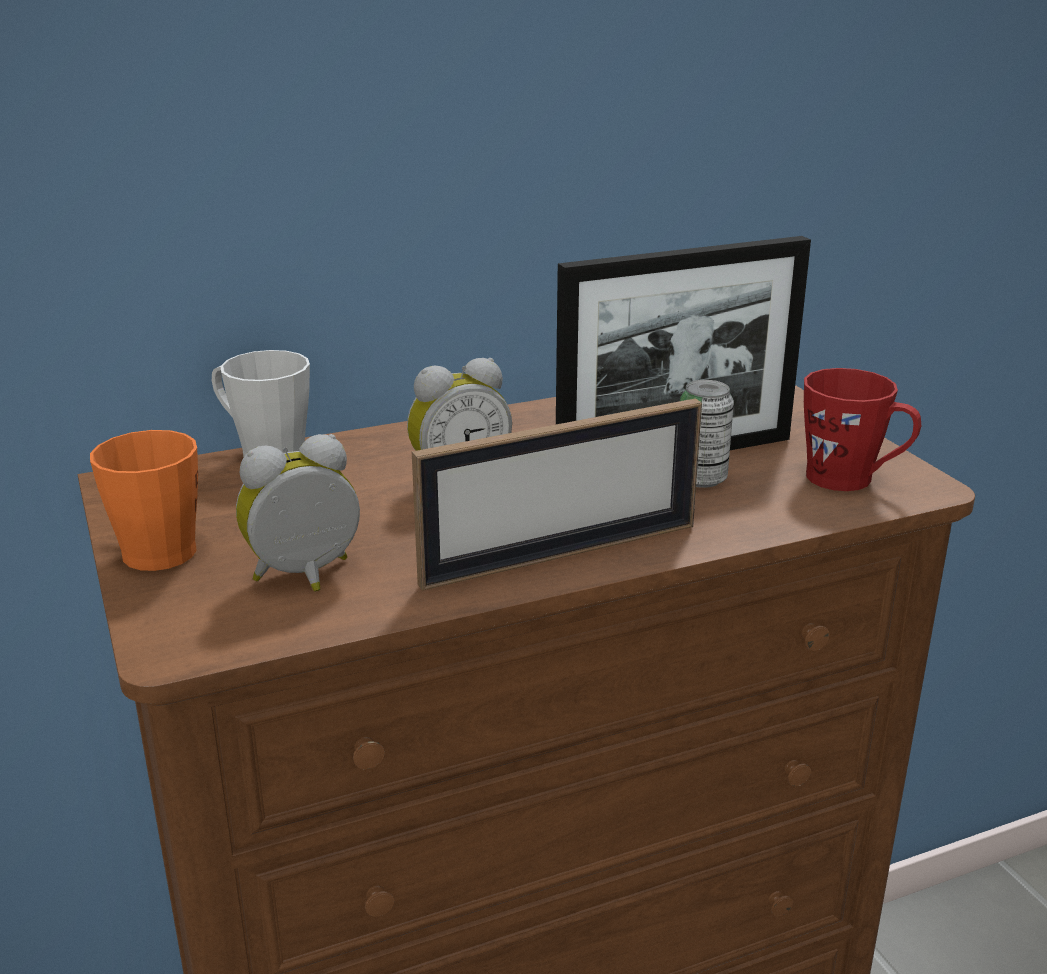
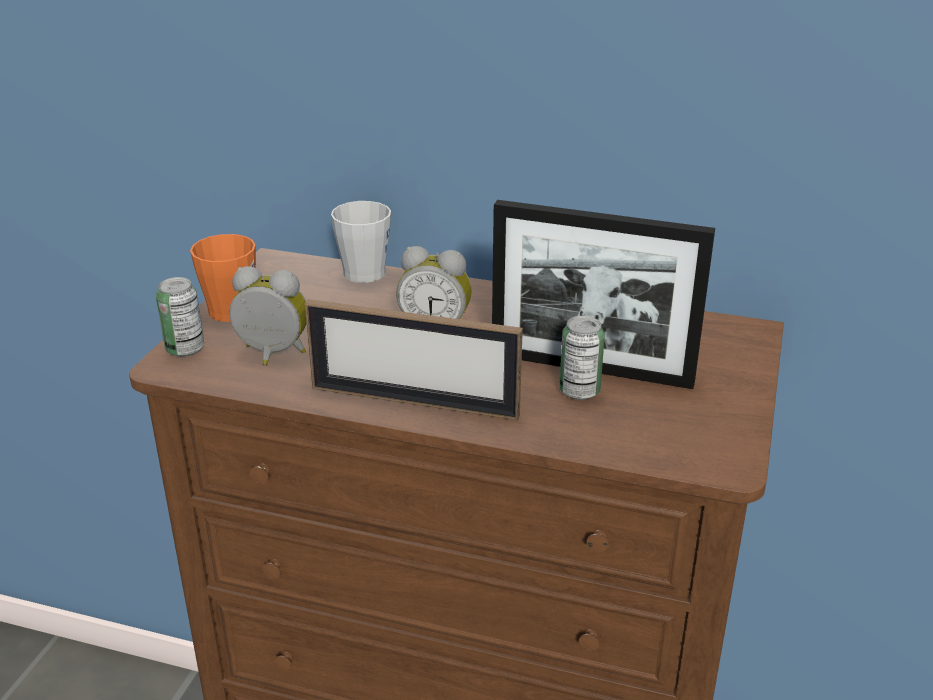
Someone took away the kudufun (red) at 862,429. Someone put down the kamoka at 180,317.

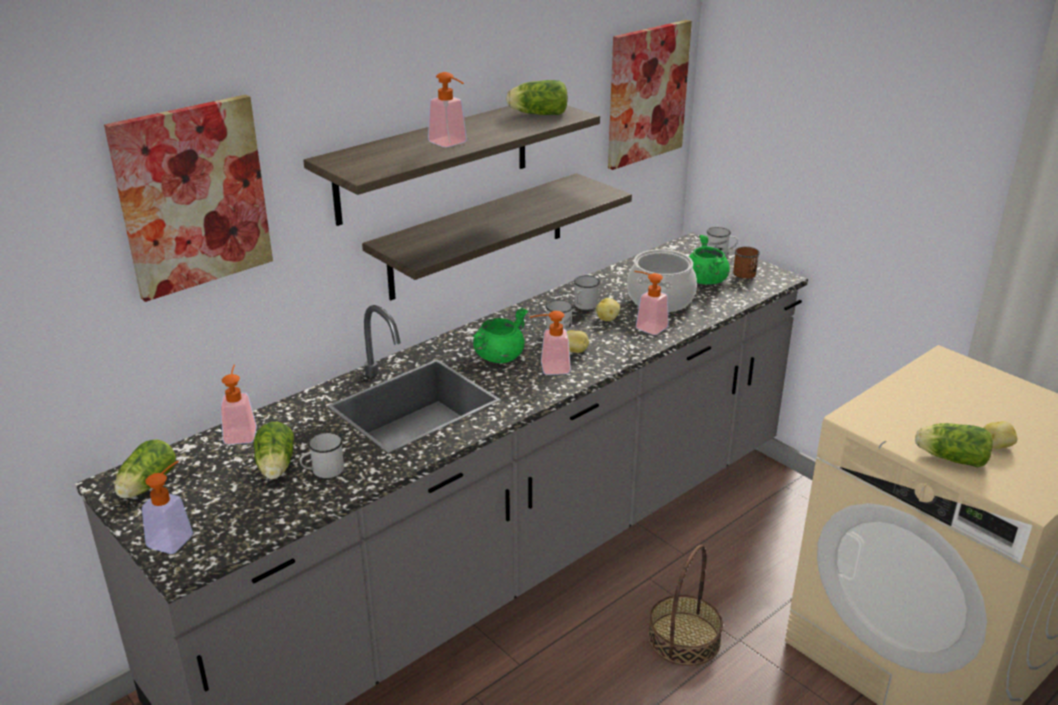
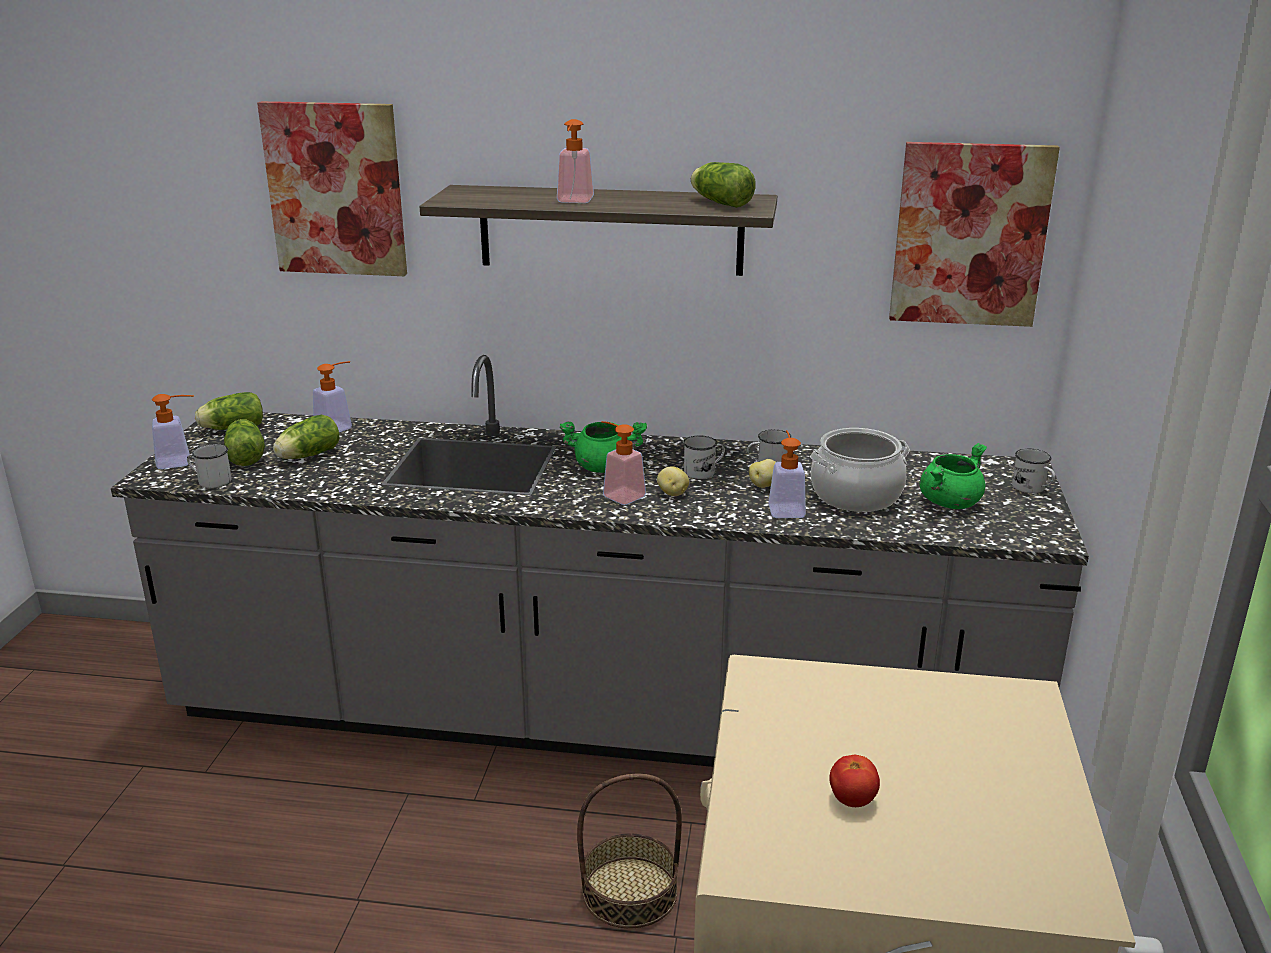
Someone took away the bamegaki at 497,236. Someone took away the kudufun (brown) at 746,262. Someone swapped the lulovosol at 1001,435 for the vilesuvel at 854,781. Someone carried the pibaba from 954,445 to 244,442. Someone carried the kudufun (white) from 322,455 to 209,466.

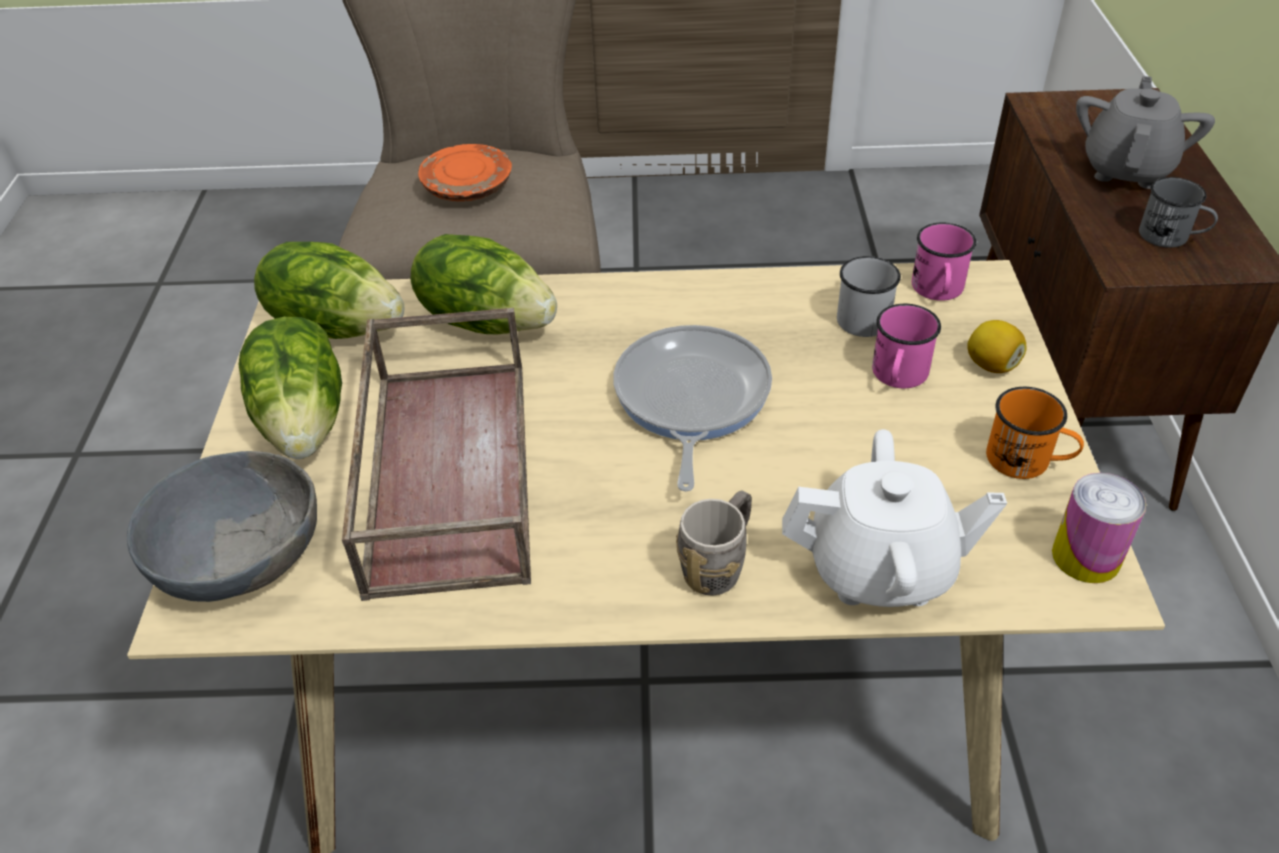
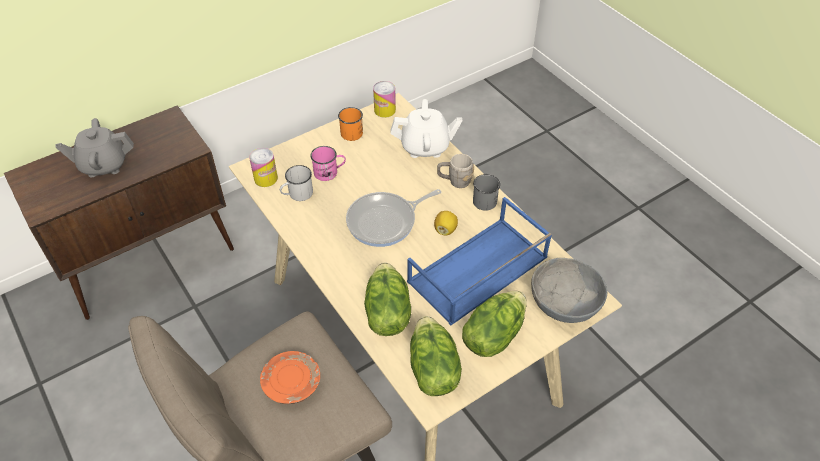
Someone carried the kudufun (grey) from 1178,212 to 486,192. Someone swapped the kudufun (pink) at 944,261 for the kamoka at 263,167. Someone repainted the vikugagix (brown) at 436,454, which became the vikugagix (blue) at 479,261. Someone carried the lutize from 996,346 to 446,223. Someone rotated the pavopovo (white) at 894,518 by 120 degrees clockwise.

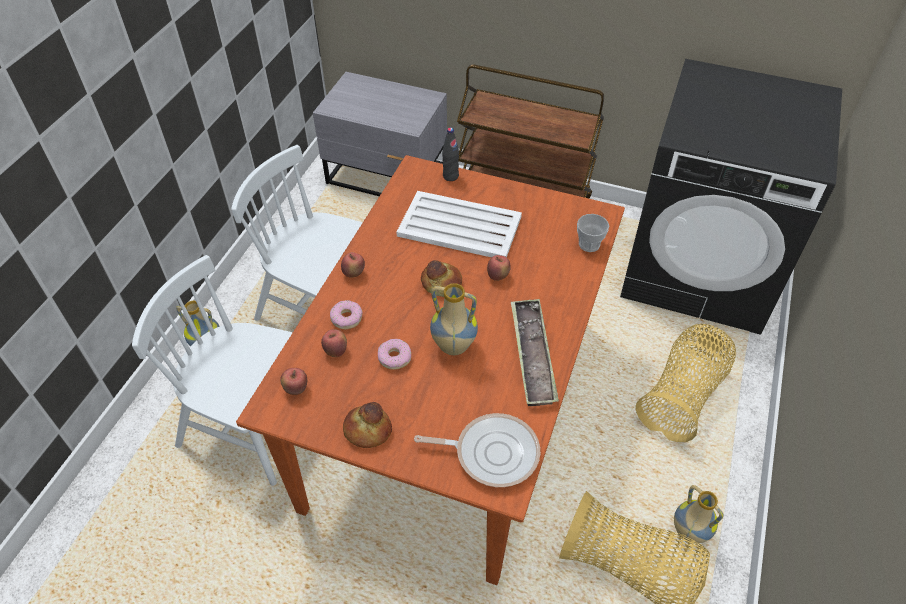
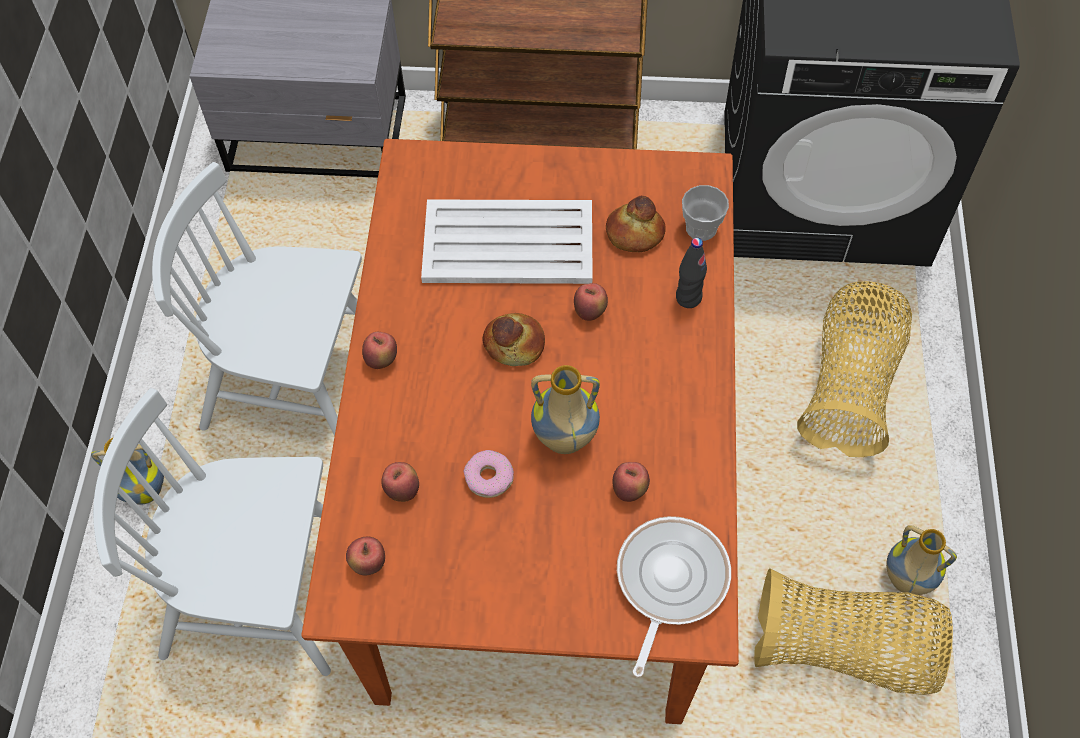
Someone carried the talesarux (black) from 450,154 to 691,273. Someone took away the vikugagix at 535,352. Someone took away the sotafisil at 346,315. Someone carried the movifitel from 367,425 to 636,224. Someone rotated the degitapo at 477,450 by 60 degrees counterclockwise. Someone put down the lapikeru at 631,482.

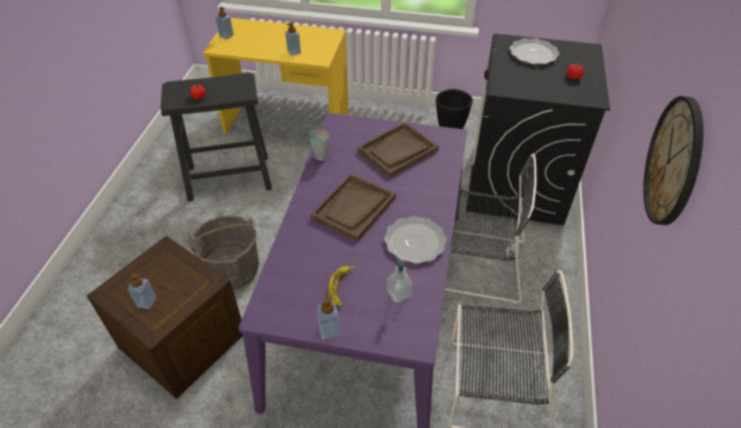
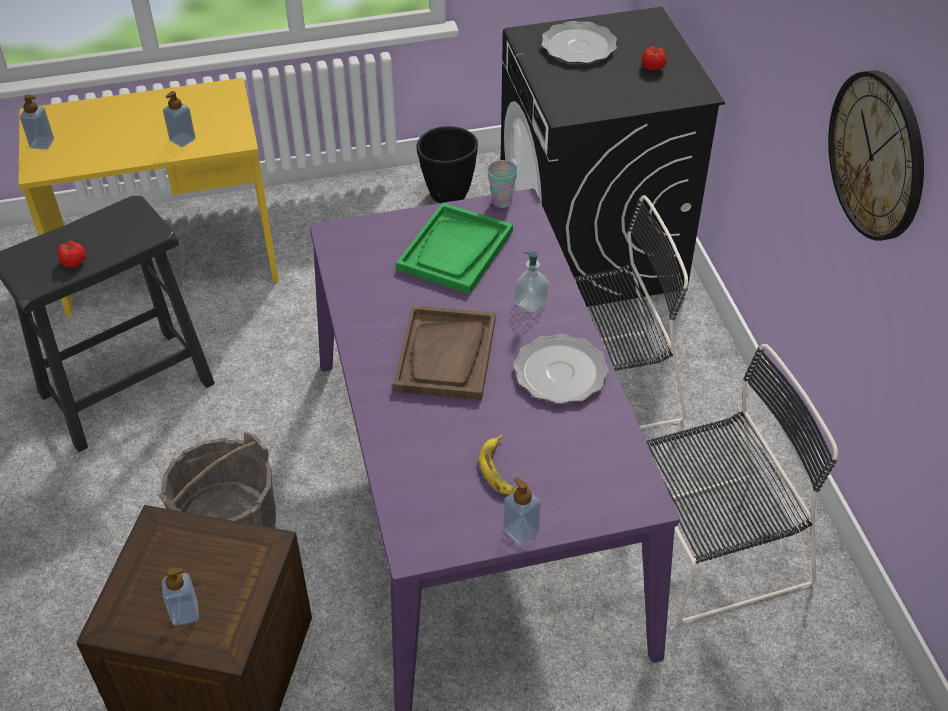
Someone repainted the vikugagix (brown) at 398,150, which became the vikugagix (green) at 454,248. Someone carried the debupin from 319,145 to 502,184. Someone carried the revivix from 400,280 to 531,282.

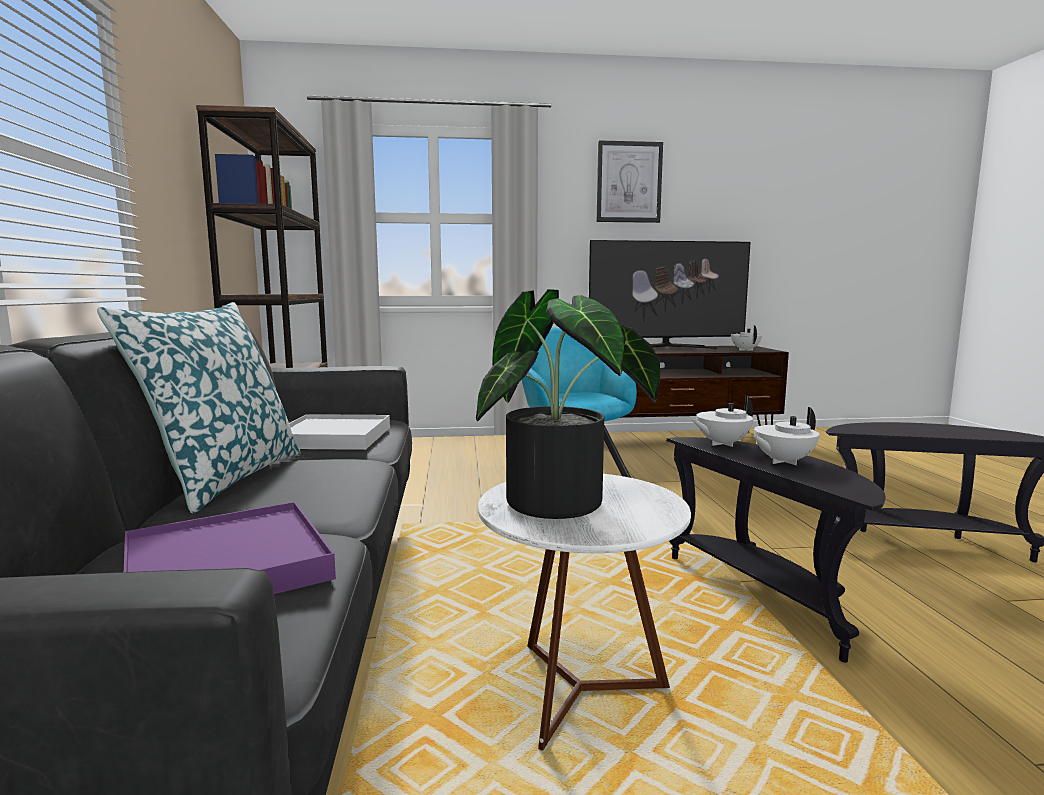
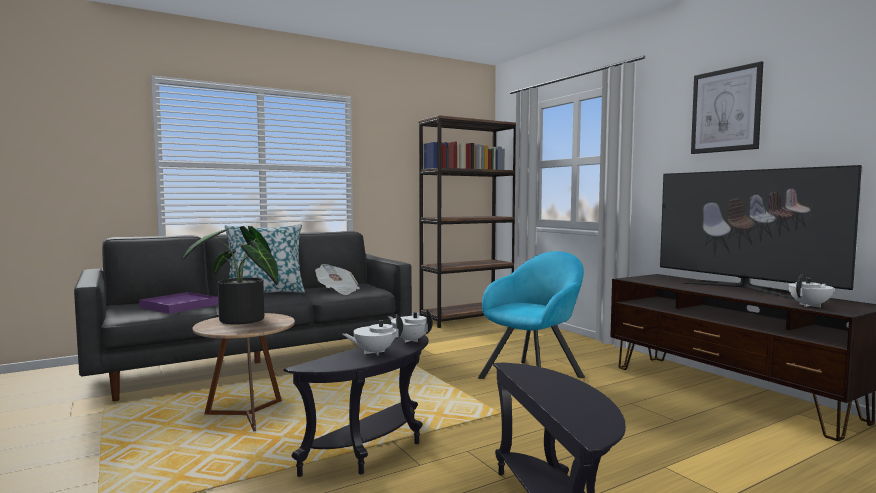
Someone rotated the pavopovo (white) at 786,436 by 60 degrees counterclockwise. Someone swapped the vikugagix (white) at 339,432 for the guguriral at 337,279. Someone repainted the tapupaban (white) at 584,612, which became the tapupaban (brown) at 243,372.

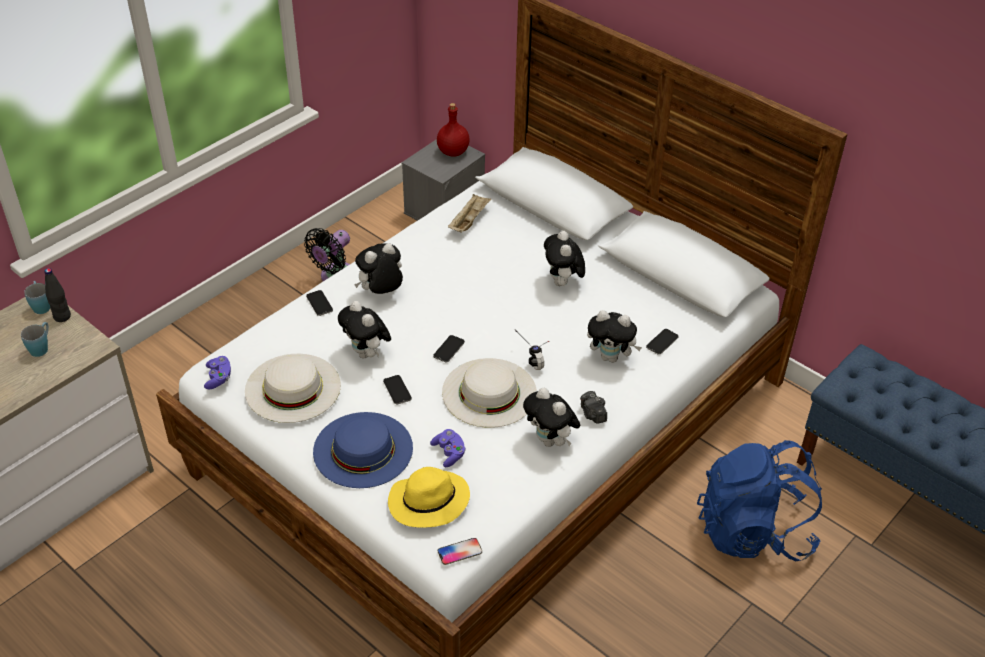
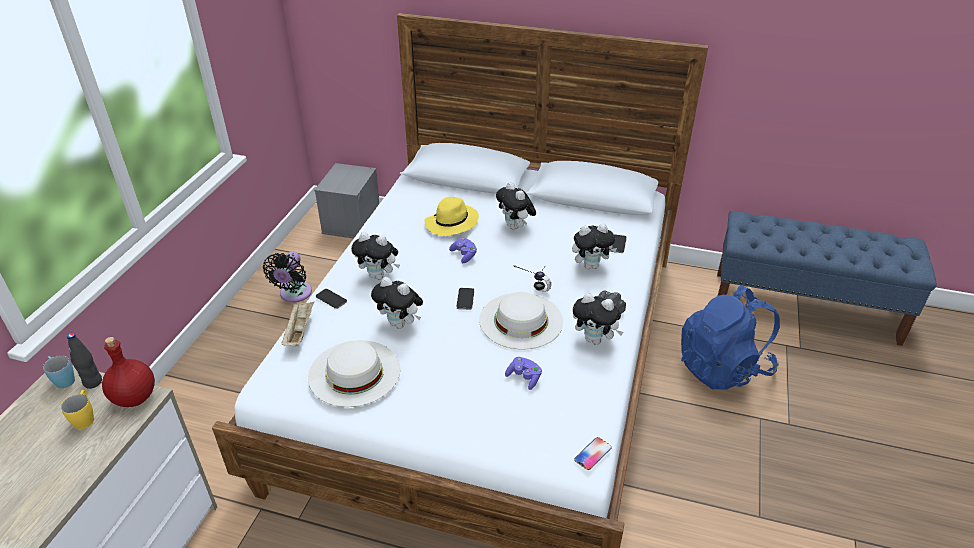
Someone carried the talesarux (red) from 453,130 to 128,372. Someone carried the vikugagix (beige) from 470,213 to 297,324. Someone rotated the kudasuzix at 378,268 by 105 degrees counterclockwise. Someone repainted the kudufun (blue) at 35,339, which became the kudufun (yellow) at 77,409. Someone carried the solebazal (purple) from 217,372 to 463,250. Someone took away the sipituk at 397,389. Someone took away the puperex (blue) at 363,450. Someone carried the puperex (yellow) from 429,497 to 451,216.

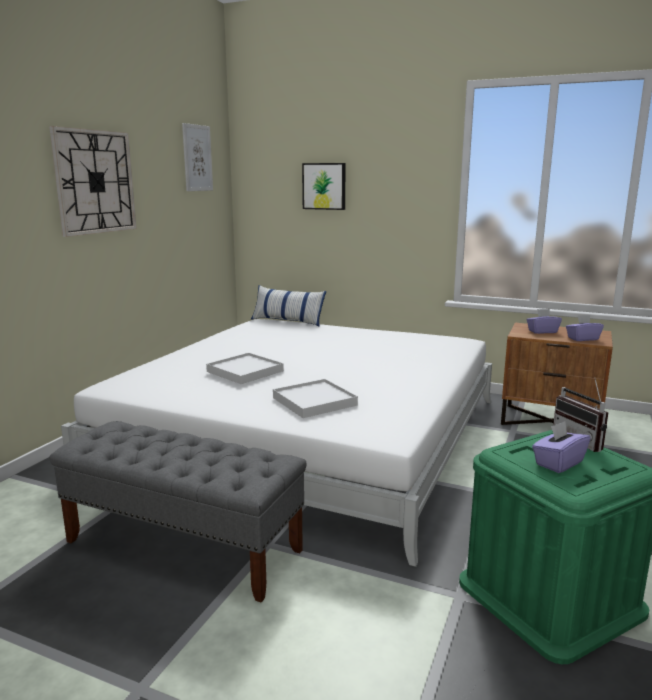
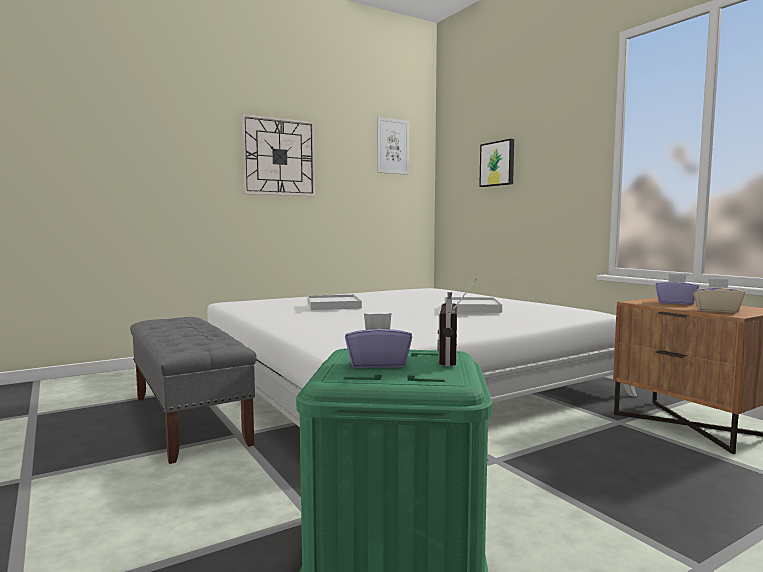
Someone took away the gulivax at 288,305. Someone repainted the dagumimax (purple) at 585,328, which became the dagumimax (beige) at 719,296. Someone carried the vikugagix (white) from 315,398 to 473,305.

